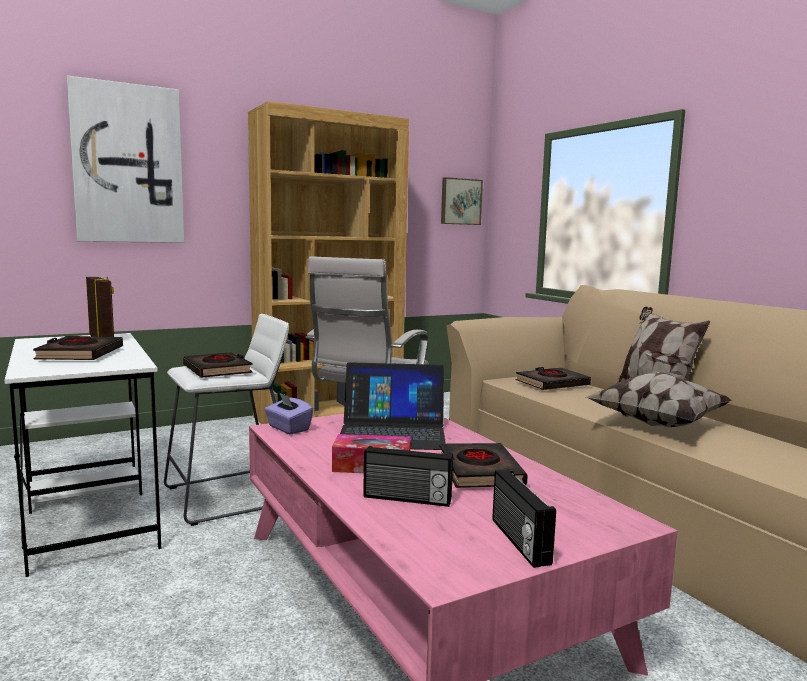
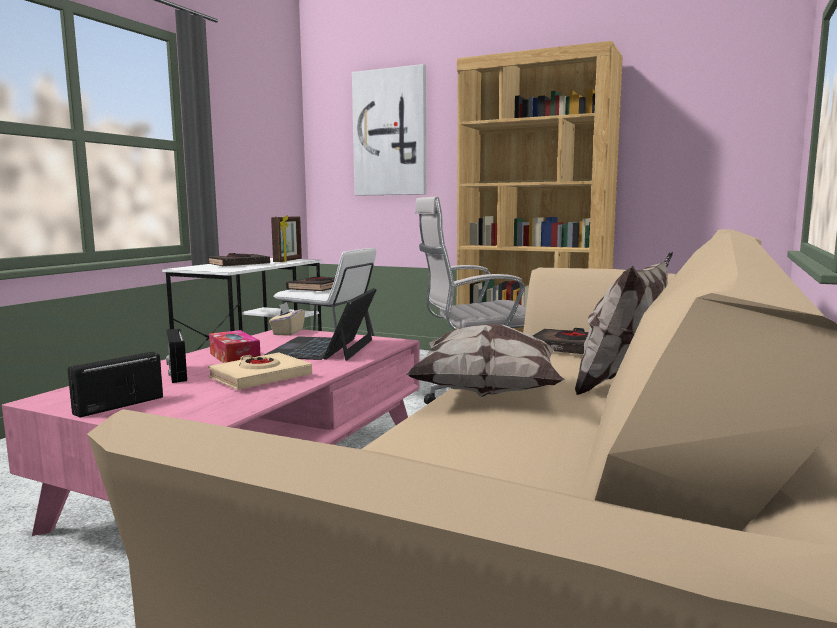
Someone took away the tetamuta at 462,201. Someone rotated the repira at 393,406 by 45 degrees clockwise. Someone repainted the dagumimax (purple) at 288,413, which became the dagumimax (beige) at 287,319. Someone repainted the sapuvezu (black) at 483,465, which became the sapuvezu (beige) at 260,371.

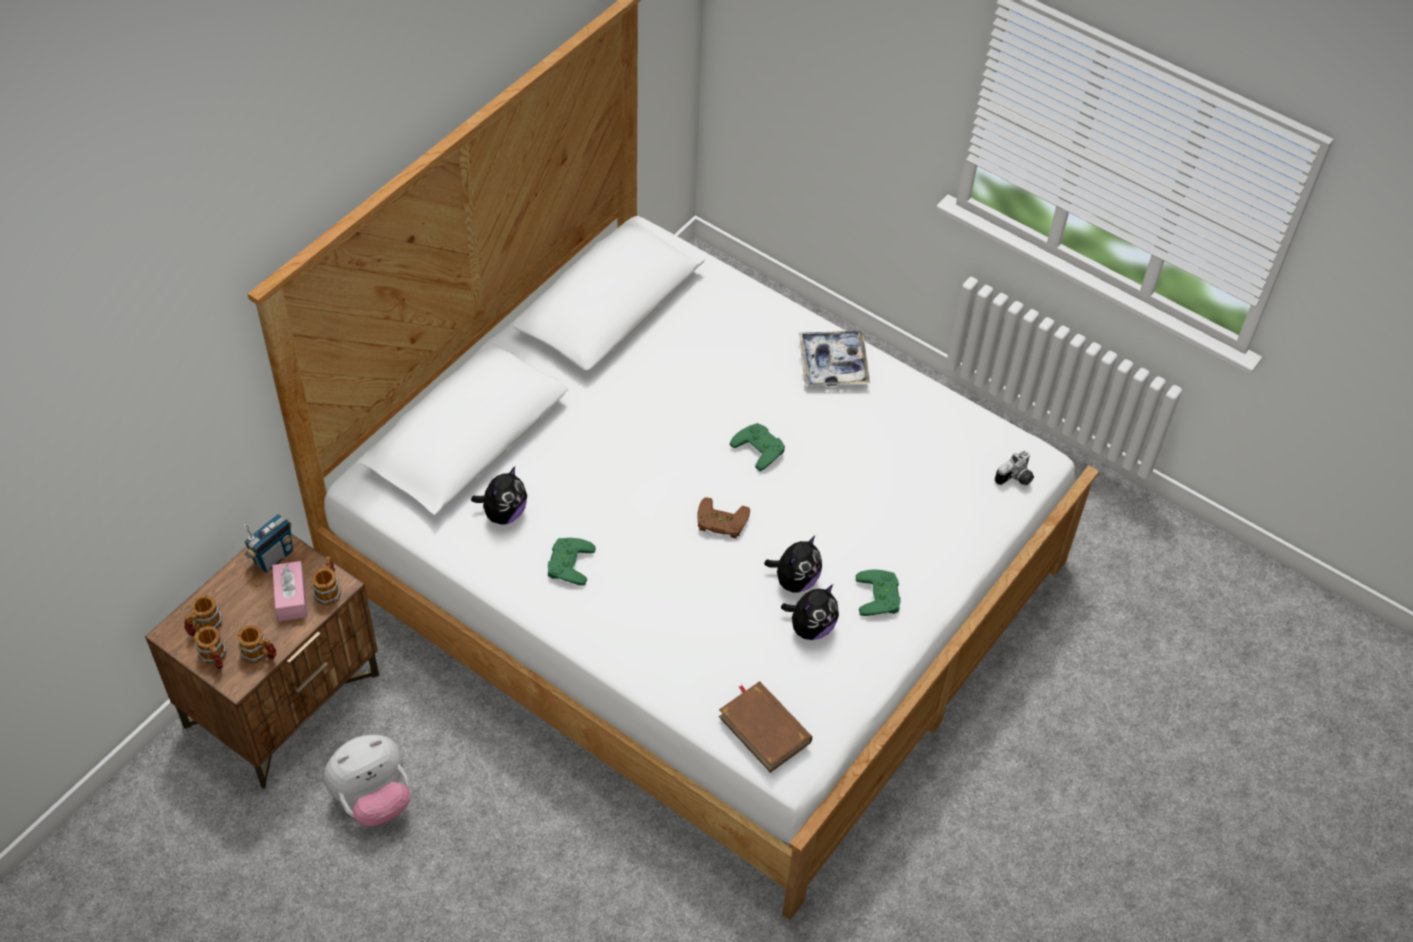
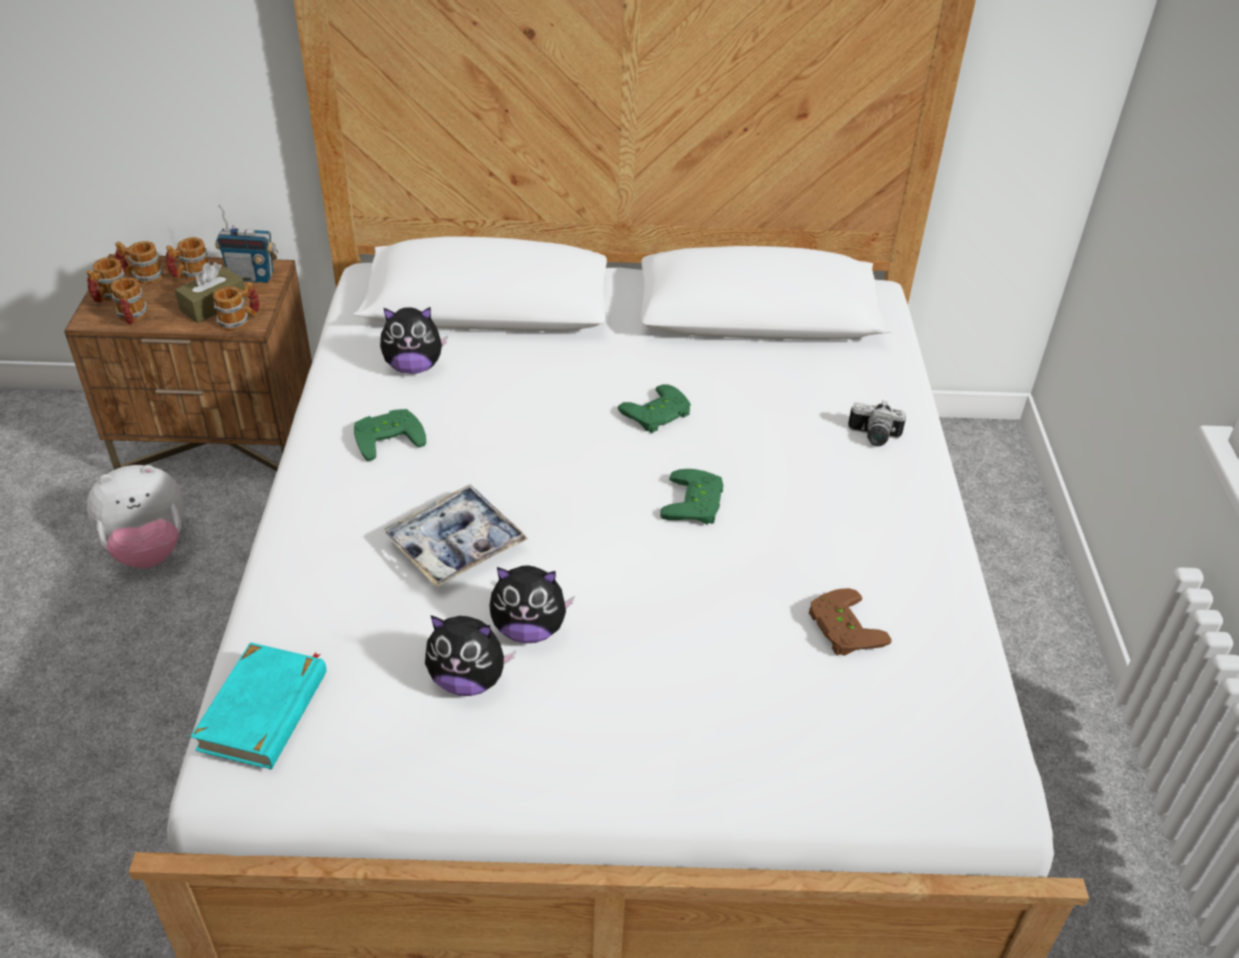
Someone carried the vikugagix from 834,358 to 455,536. Someone carried the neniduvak from 1014,467 to 877,424. Someone carried the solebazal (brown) from 723,518 to 850,622. Someone repainted the dagumimax (pink) at 290,591, which became the dagumimax (brown) at 211,292. Someone carried the solebazal (green) from 878,593 to 654,408. Someone repainted the sapuvezu (brown) at 765,727, which became the sapuvezu (turquoise) at 258,706. Someone rotated the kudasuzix at 367,780 by 45 degrees counterclockwise. Someone put down the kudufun at 188,258.

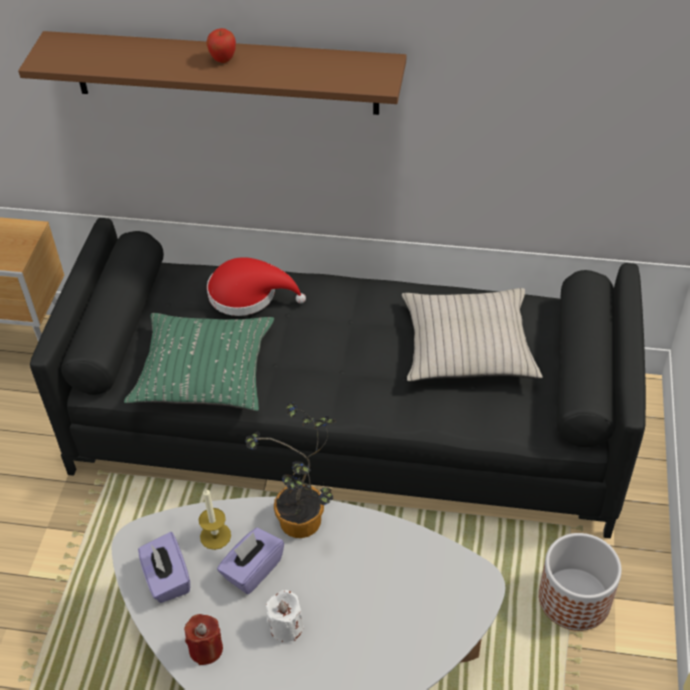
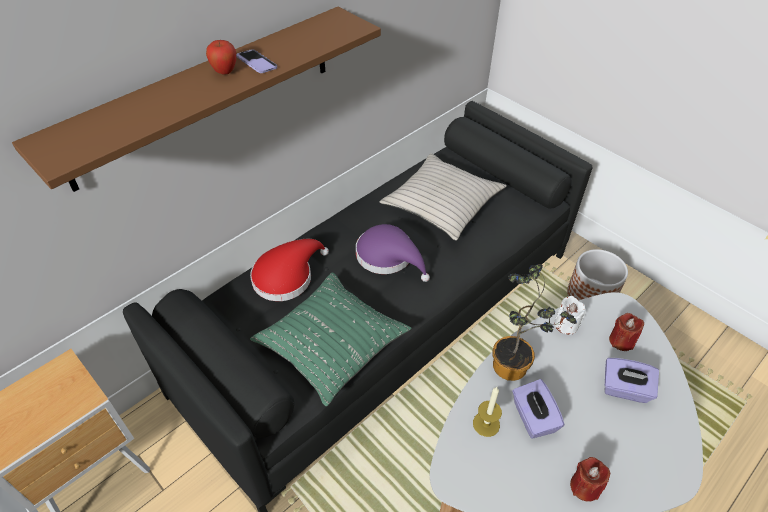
Someone carried the dagumimax (purple) from 164,567 to 632,380. Someone carried the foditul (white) from 284,616 to 570,315. Someone put down the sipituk at 256,61. Someone put down the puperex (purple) at 393,253. Someone put down the foditul (red) at 626,332.

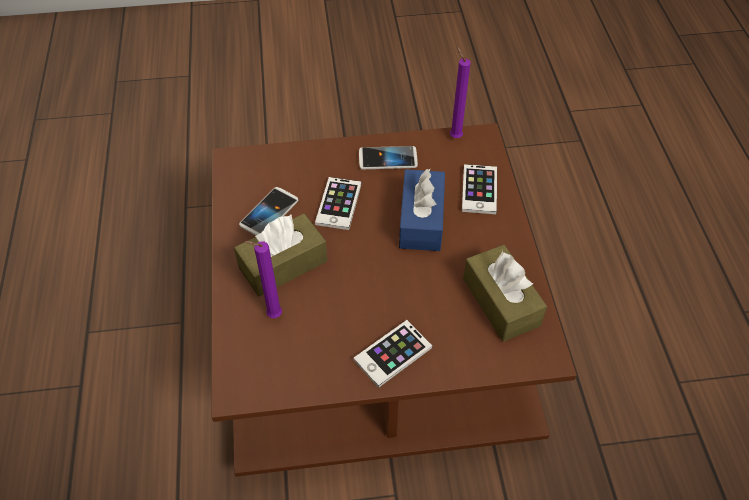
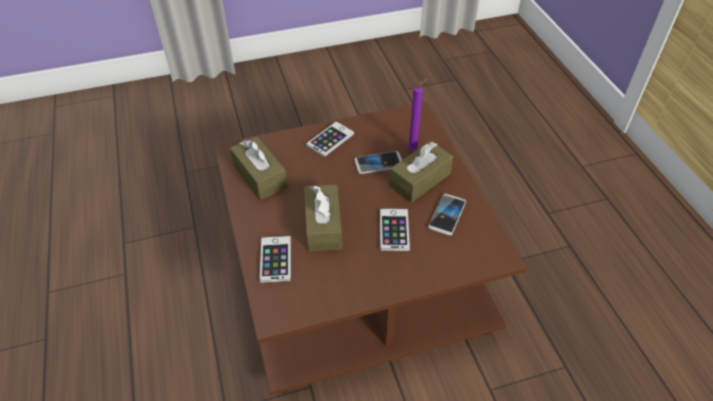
Someone took away the foditul (purple) at 460,92. Someone carried the sipituk from 388,157 to 378,162. Someone repainted the dagumimax (blue) at 422,210, which became the dagumimax (brown) at 323,218.

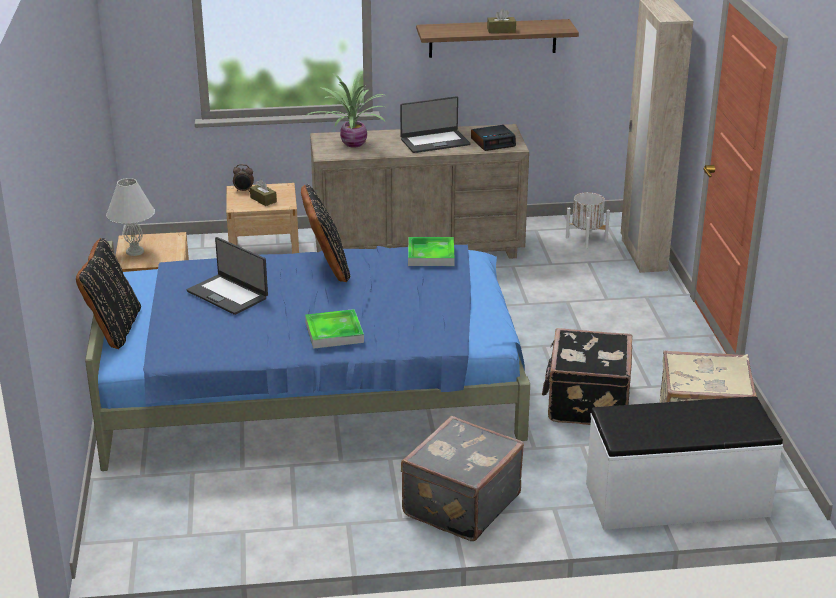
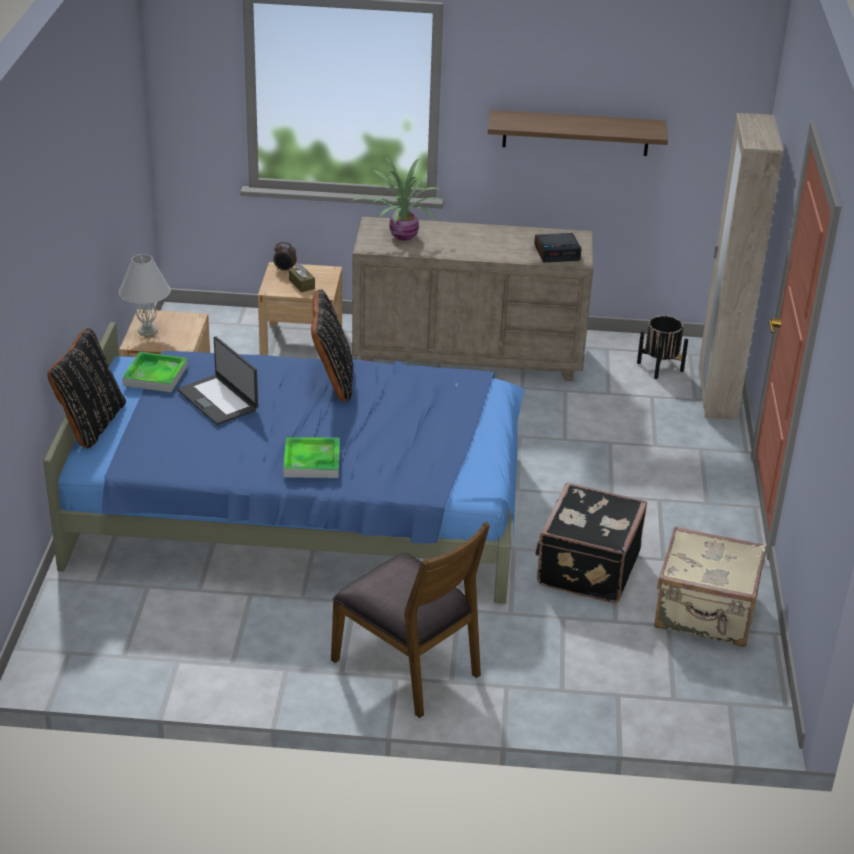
Someone took away the dagumimax (brown) at 501,21. Someone took away the repira at 435,124. Someone repainted the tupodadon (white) at 587,220, which became the tupodadon (black) at 662,347. Someone carried the vikugagix from 431,251 to 155,372. Someone took away the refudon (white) at 684,463. Someone swapped the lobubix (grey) at 462,478 for the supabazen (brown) at 410,620.

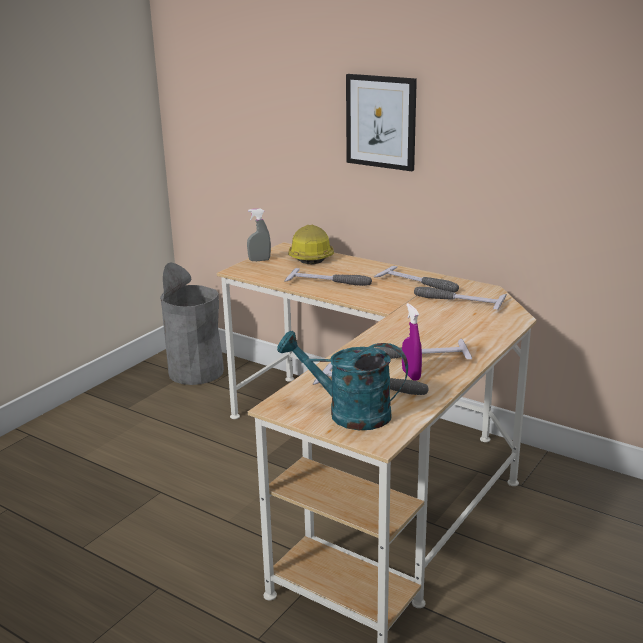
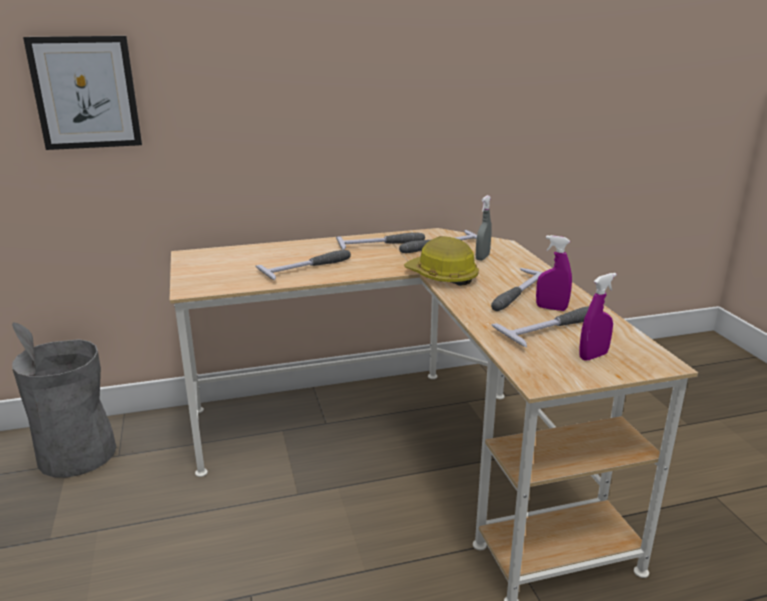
Someone carried the tetamuta from 381,122 to 82,93. Someone carried the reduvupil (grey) from 259,234 to 484,228. Someone carried the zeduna from 311,245 to 441,261. Someone swapped the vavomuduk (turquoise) at 342,380 for the reduvupil (purple) at 598,316.

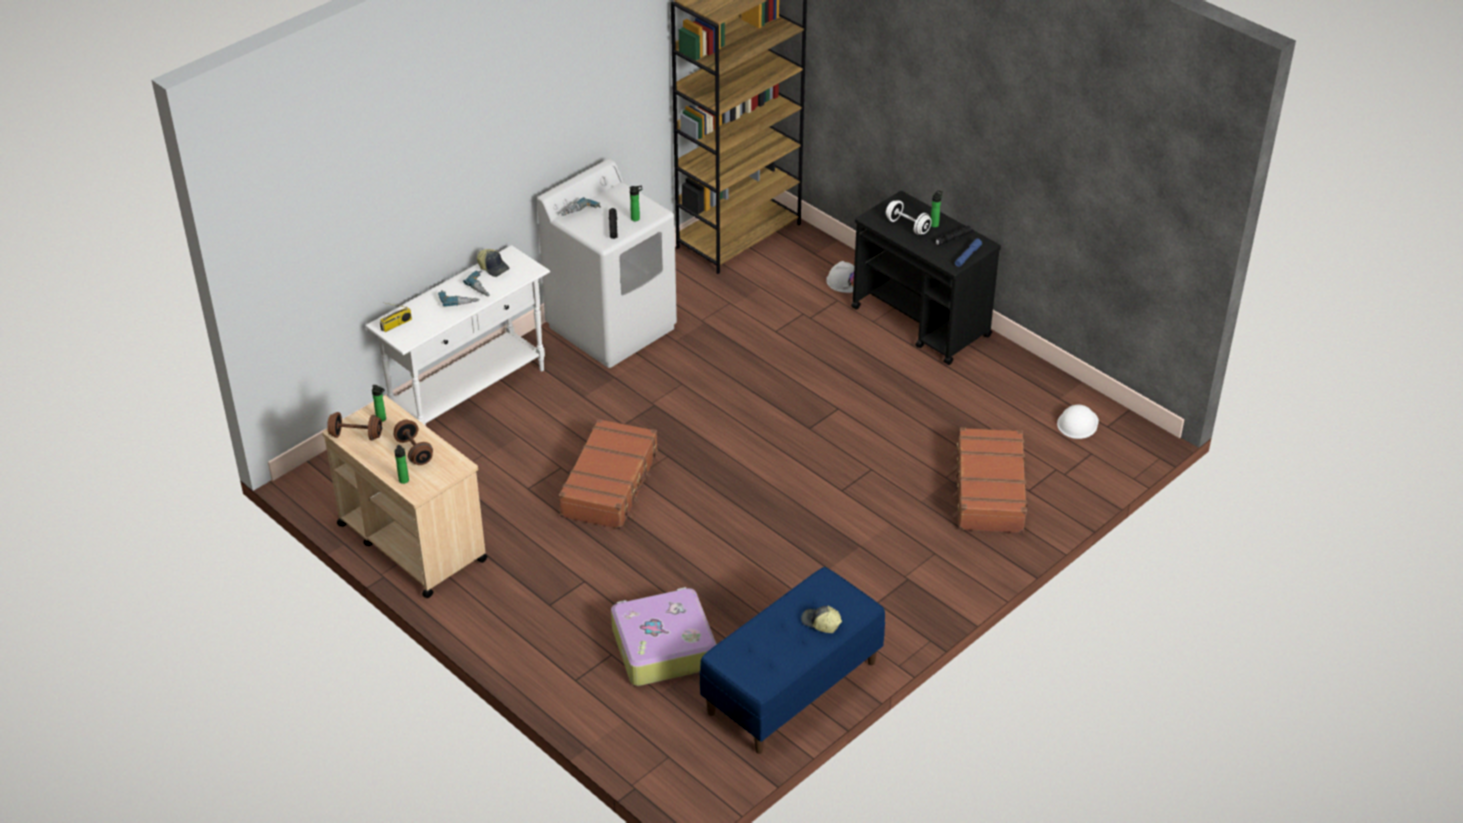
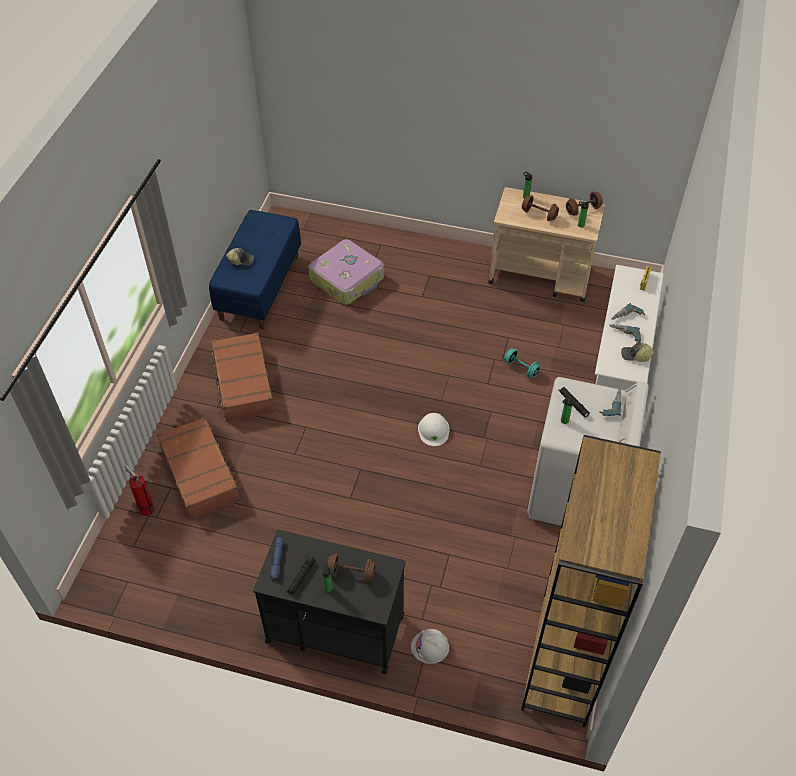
Someone repainted the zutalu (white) at 909,217, which became the zutalu (brown) at 351,568. Someone carried the zeduna (white) from 1078,421 to 434,429. Someone carried the lobubix (brown) from 609,474 to 242,376. Someone put down the zutalu (turquoise) at 522,363. Someone put down the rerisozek at 139,490.

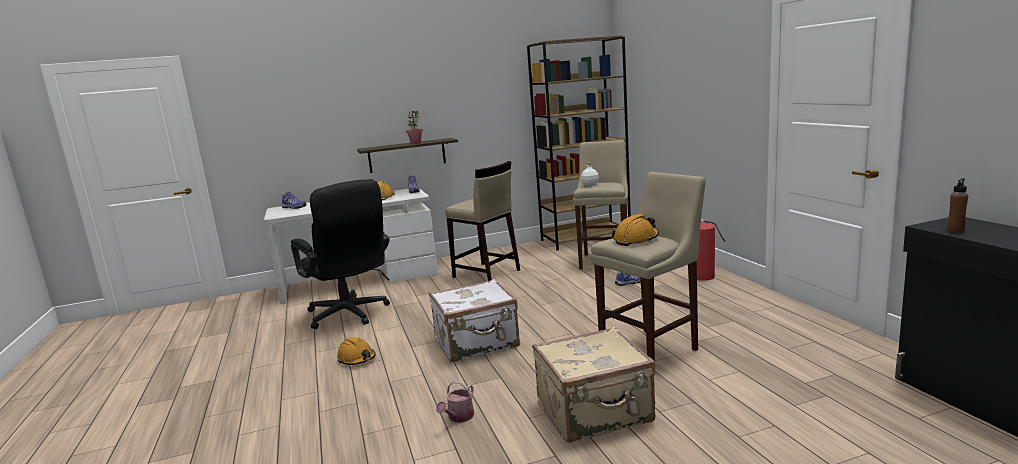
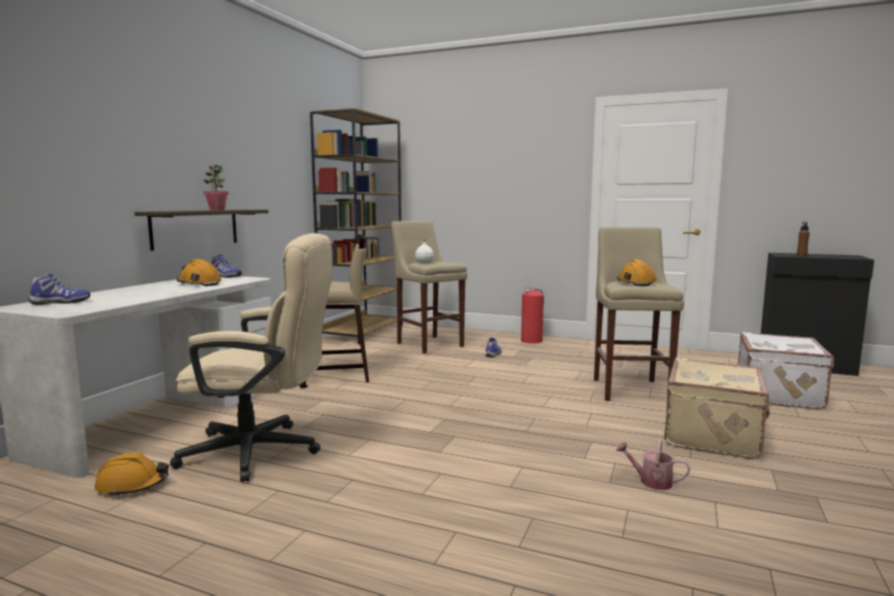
Someone repainted the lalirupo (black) at 340,254, which became the lalirupo (beige) at 251,357. Someone carried the lobubix (white) from 474,320 to 786,371. Someone carried the zeduna (orange) from 356,351 to 131,475. Someone rotated the vavomuduk at 455,402 by 135 degrees clockwise.

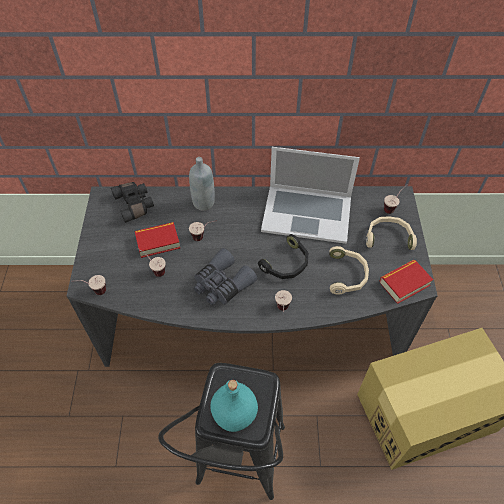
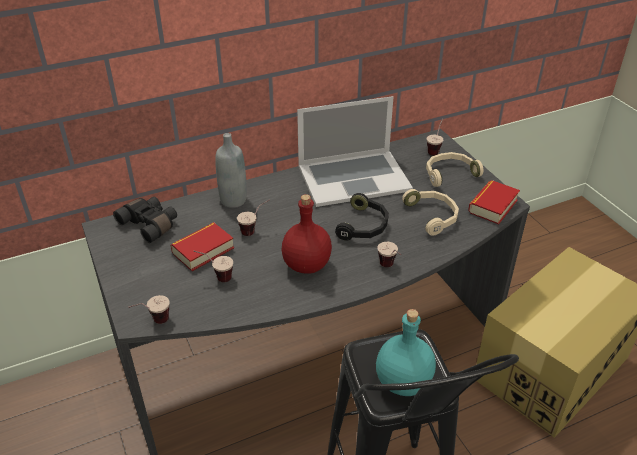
Someone swapped the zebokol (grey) at 225,276 for the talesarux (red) at 307,234.

